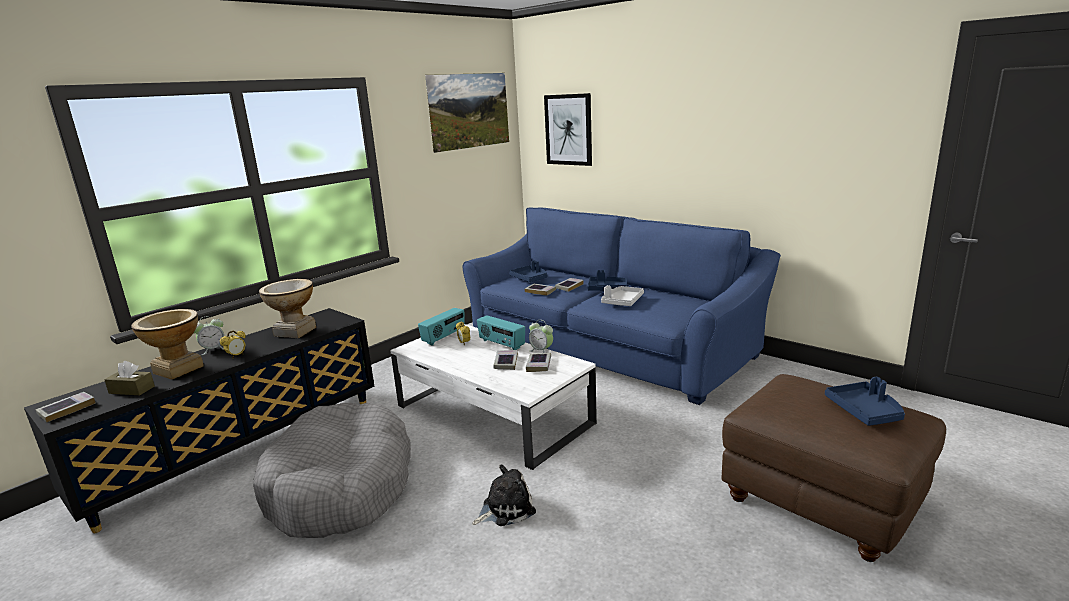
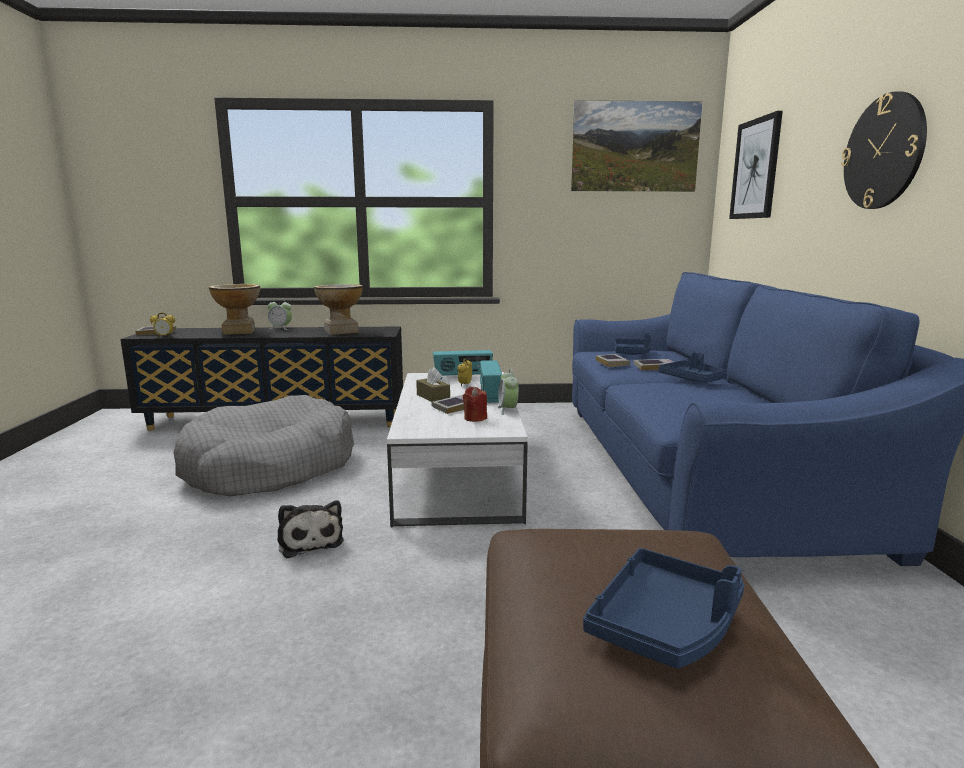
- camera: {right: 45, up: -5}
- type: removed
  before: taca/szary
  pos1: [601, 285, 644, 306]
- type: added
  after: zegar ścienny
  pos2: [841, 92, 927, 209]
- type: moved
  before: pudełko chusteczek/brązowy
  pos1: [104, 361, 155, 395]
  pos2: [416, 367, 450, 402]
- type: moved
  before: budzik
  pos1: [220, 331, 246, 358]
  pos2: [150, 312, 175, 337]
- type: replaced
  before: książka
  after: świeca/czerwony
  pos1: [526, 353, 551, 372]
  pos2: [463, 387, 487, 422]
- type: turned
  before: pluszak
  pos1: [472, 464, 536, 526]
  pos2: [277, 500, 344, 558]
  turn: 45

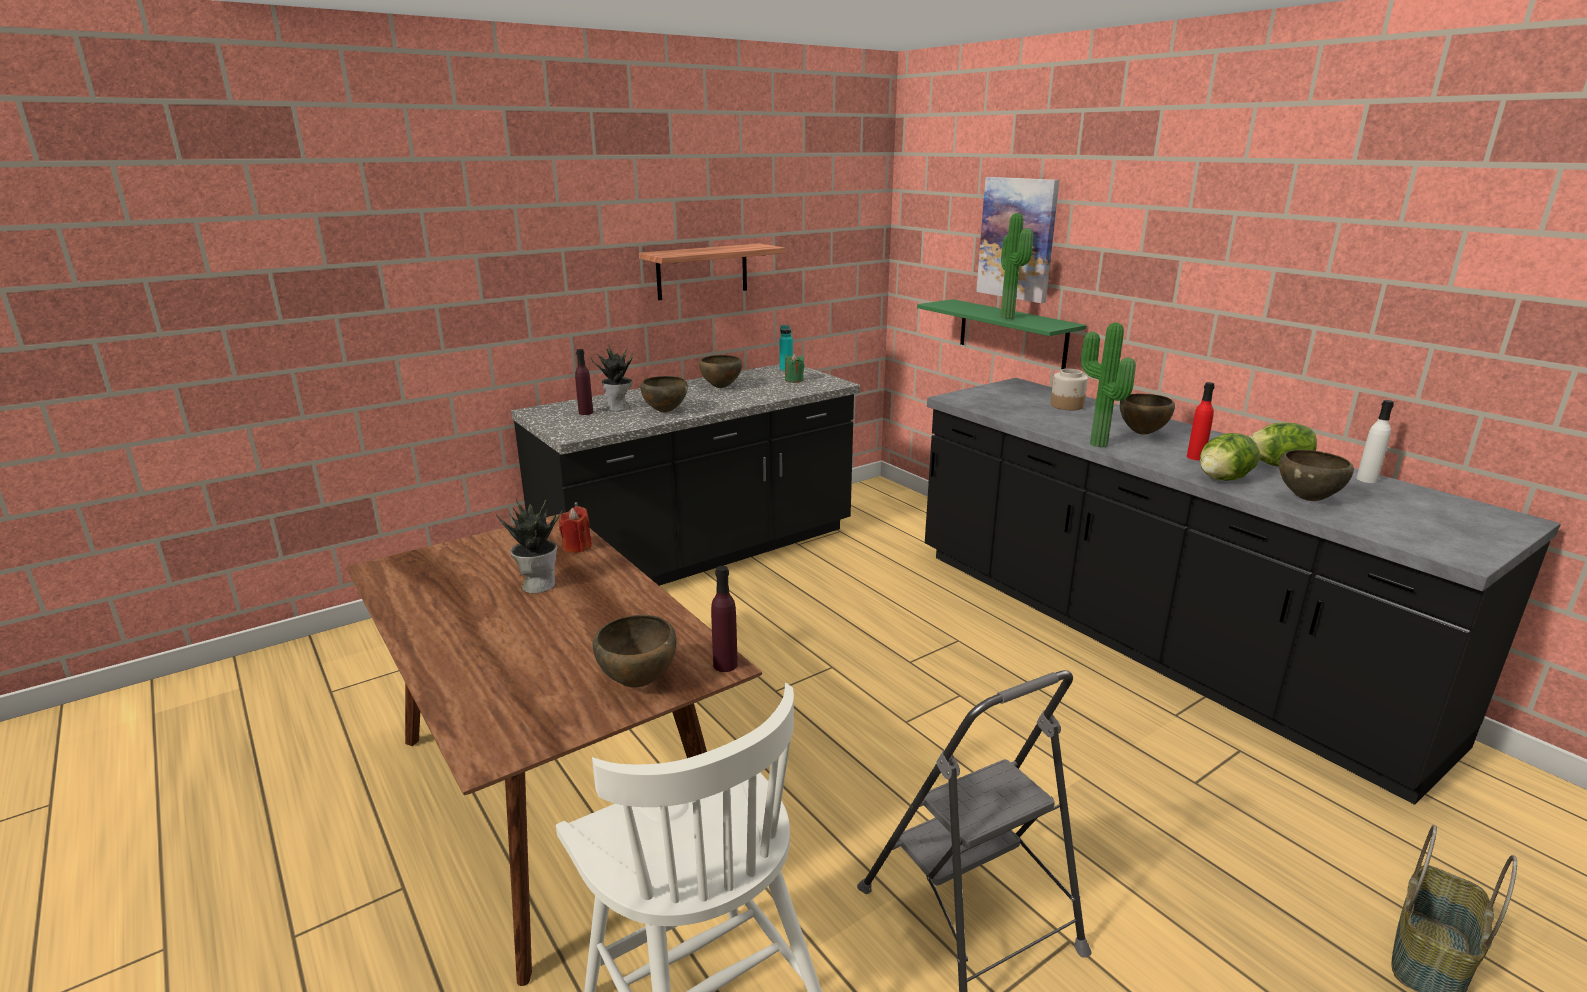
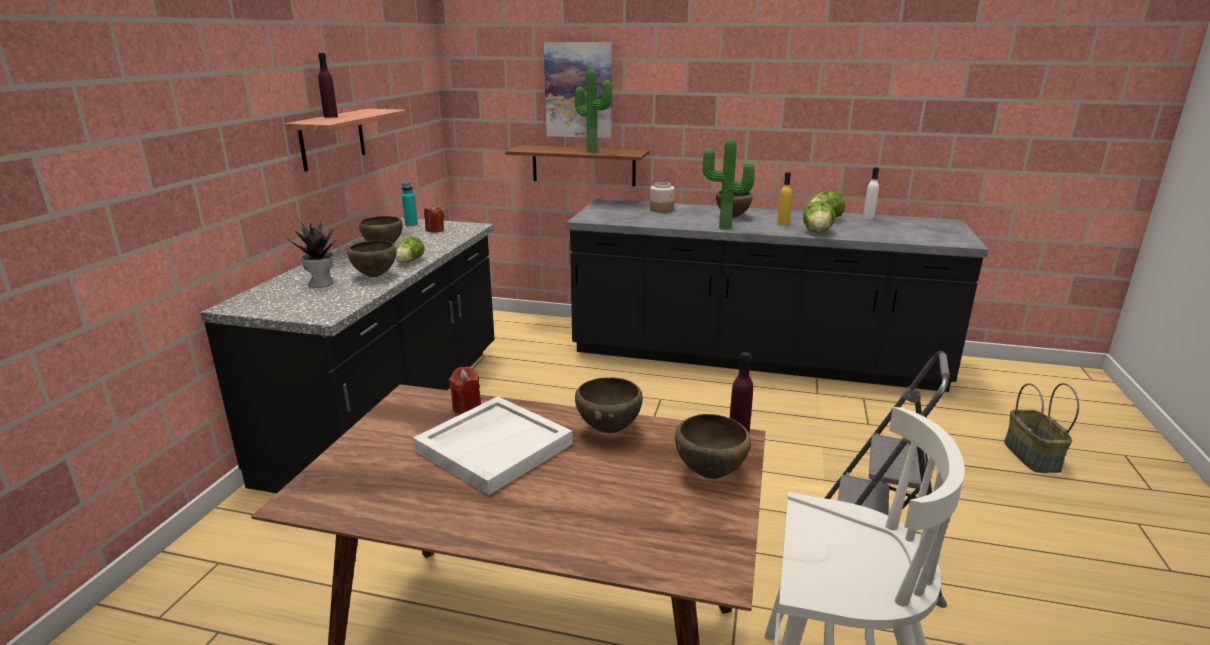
- camera: {right: -40, up: 0}
- type: added
  after: sałata
  pos2: [395, 236, 425, 263]
- type: moved
  before: butelka/fioletowy
  pos1: [575, 349, 593, 415]
  pos2: [318, 53, 338, 118]
- type: moved
  before: miska/brązowy
  pos1: [1279, 450, 1354, 501]
  pos2: [575, 377, 643, 433]
- type: replaced
  before: roślina doniczkowa
  after: taca/biały
  pos1: [496, 499, 562, 593]
  pos2: [413, 396, 573, 495]
- type: recoloured
  before: świeca/zielony
  after: świeca/czerwony
  pos1: [785, 353, 804, 383]
  pos2: [424, 206, 444, 233]
- type: recoloured
  before: półka/zielony
  after: półka/brązowy
  pos1: [917, 299, 1086, 369]
  pos2: [505, 145, 649, 186]
- type: recoloured
  before: butelka/czerwony
  after: butelka/żółty
  pos1: [1187, 382, 1215, 460]
  pos2: [777, 172, 792, 226]

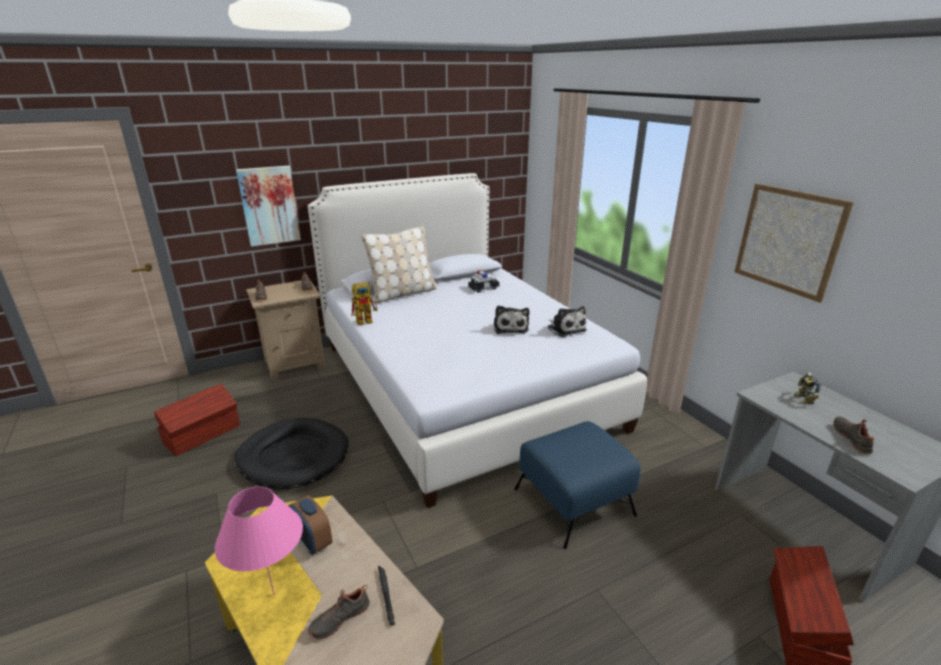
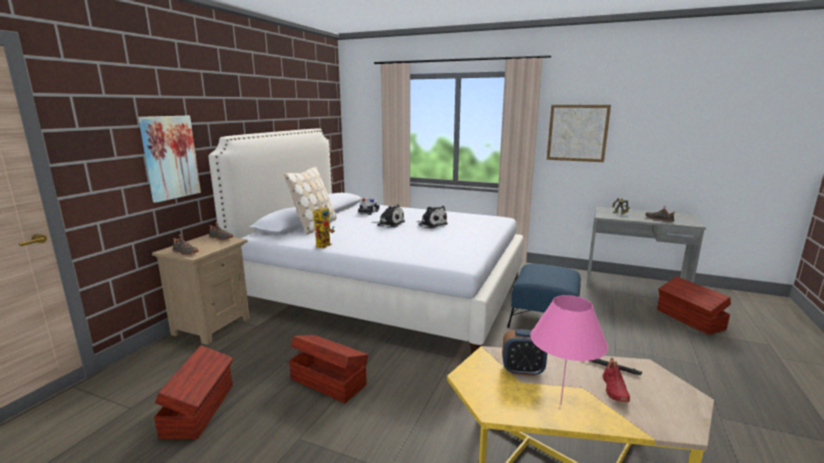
- camera: {right: -40, up: -10}
- type: moved
  before: pluszak
  pos1: [548, 306, 587, 337]
  pos2: [371, 204, 405, 228]
- type: replaced
  before: legowisko/czarny
  after: pojemnik do przechowywania/brązowy
  pos1: [235, 418, 349, 489]
  pos2: [289, 335, 368, 403]
- type: recoloured
  before: but/czarny
  after: but/czerwony
  pos1: [308, 585, 370, 639]
  pos2: [603, 358, 630, 402]

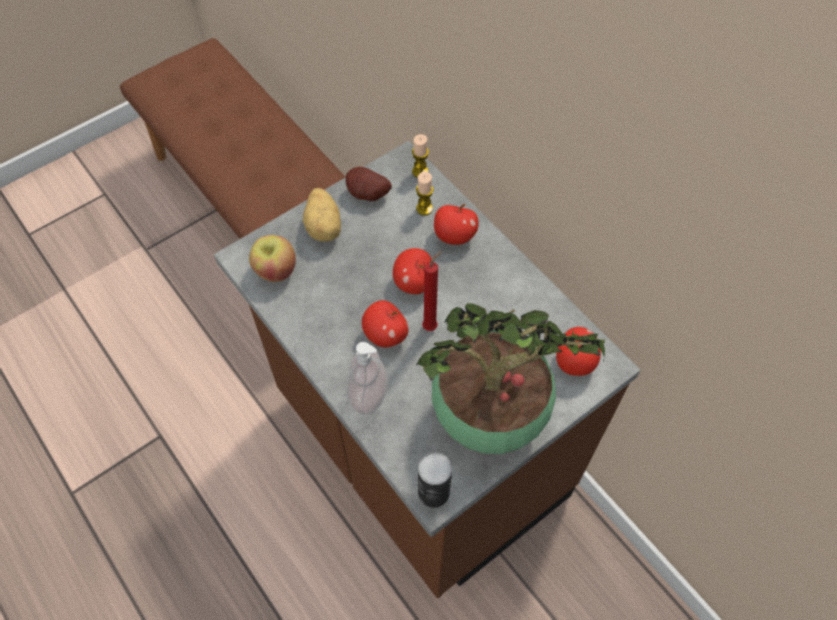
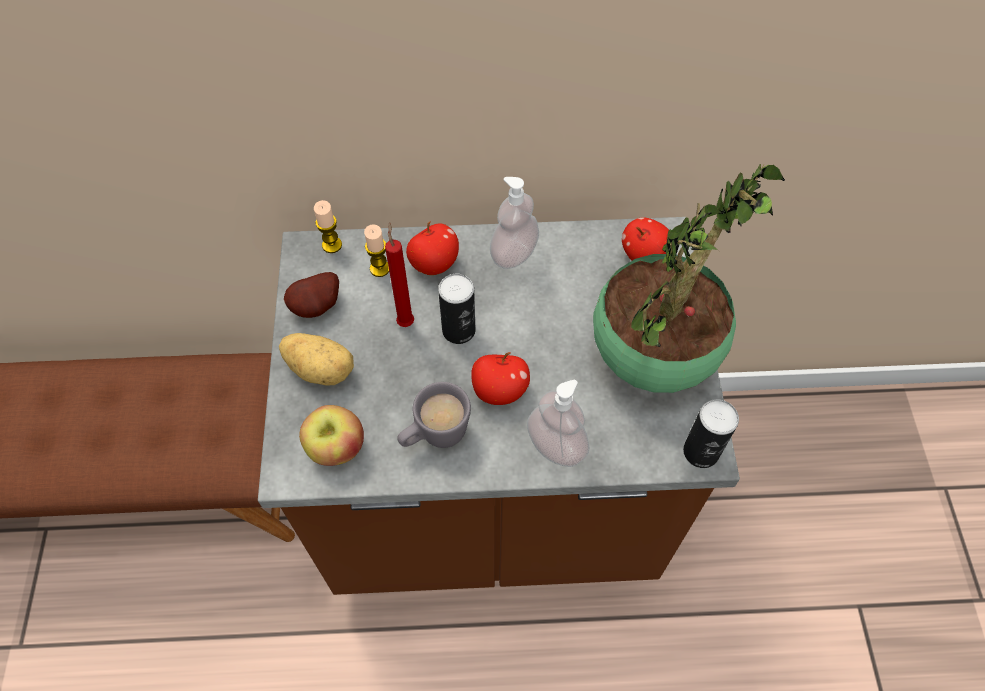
- camera: {right: -55, up: 0}
- type: added
  after: kubek/szary
  pos2: [397, 382, 471, 448]
- type: added
  after: dozownik mydła
  pos2: [490, 177, 539, 269]
- type: moved
  before: świeca/czerwony
  pos1: [422, 251, 442, 331]
  pos2: [385, 222, 414, 327]
- type: replaced
  before: jabłko
  after: puszka
  pos1: [393, 248, 432, 294]
  pos2: [438, 274, 475, 344]

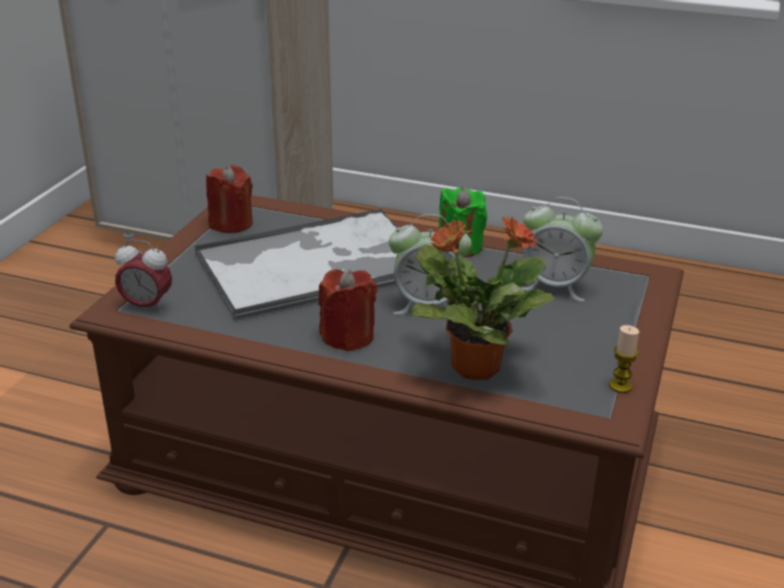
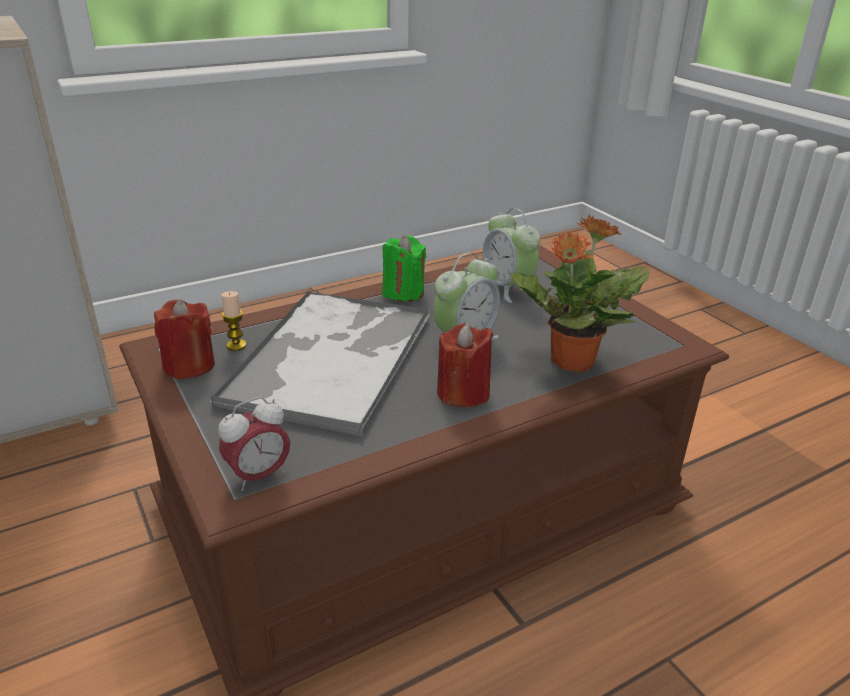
- camera: {right: -50, up: 0}
- type: moved
  before: świeca
  pos1: [609, 325, 639, 393]
  pos2: [221, 291, 247, 351]
- type: turned
  before: budzik
  pos1: [520, 197, 603, 302]
  pos2: [483, 208, 540, 303]
  turn: 90

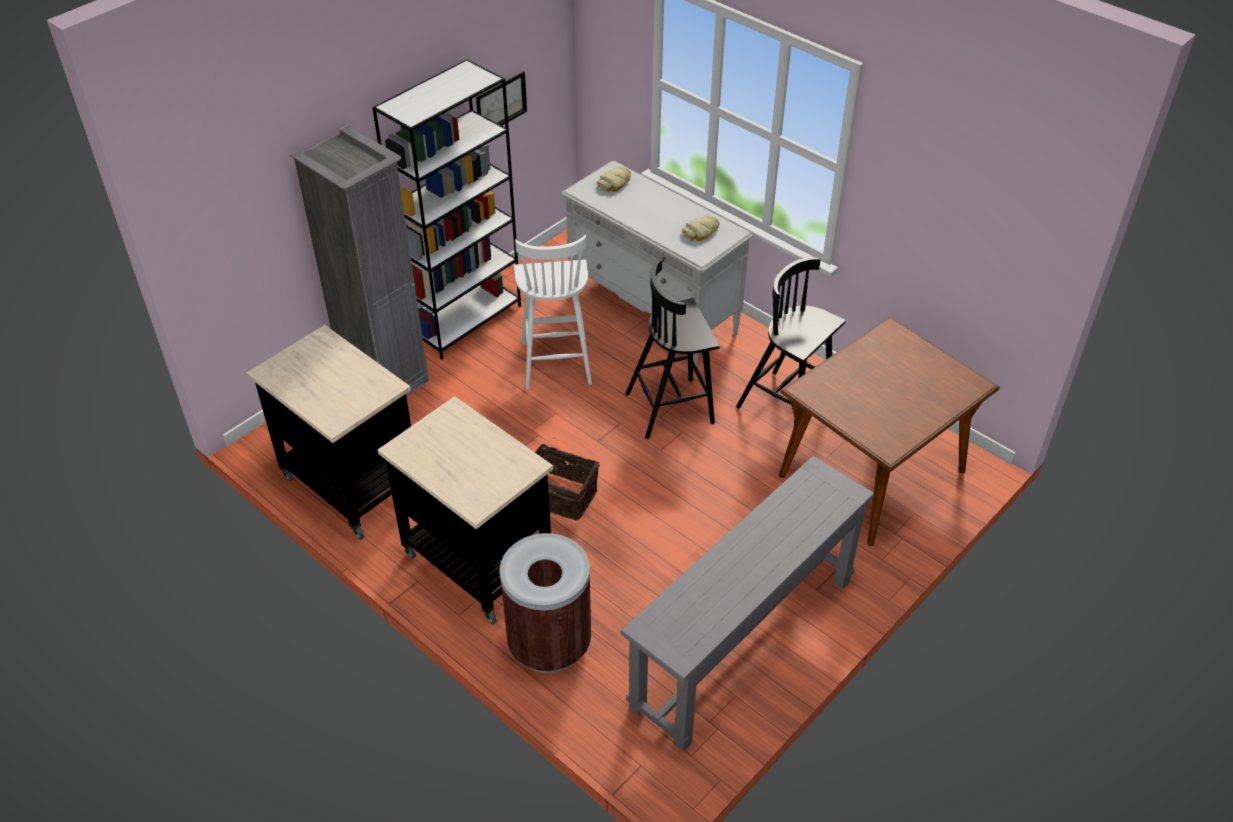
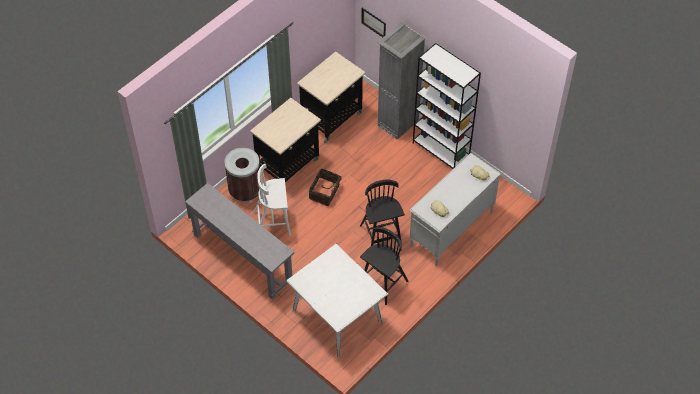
- camera: {right: 90, up: 10}
- type: moved
  before: obraz
  pos1: [476, 71, 527, 126]
  pos2: [361, 8, 386, 37]
- type: moved
  before: stołek/biały
  pos1: [514, 235, 592, 390]
  pos2: [254, 164, 291, 236]
- type: recoloured
  before: stół jadalny/brązowy
  after: stół jadalny/biały
  pos1: [779, 317, 999, 546]
  pos2: [286, 244, 388, 357]

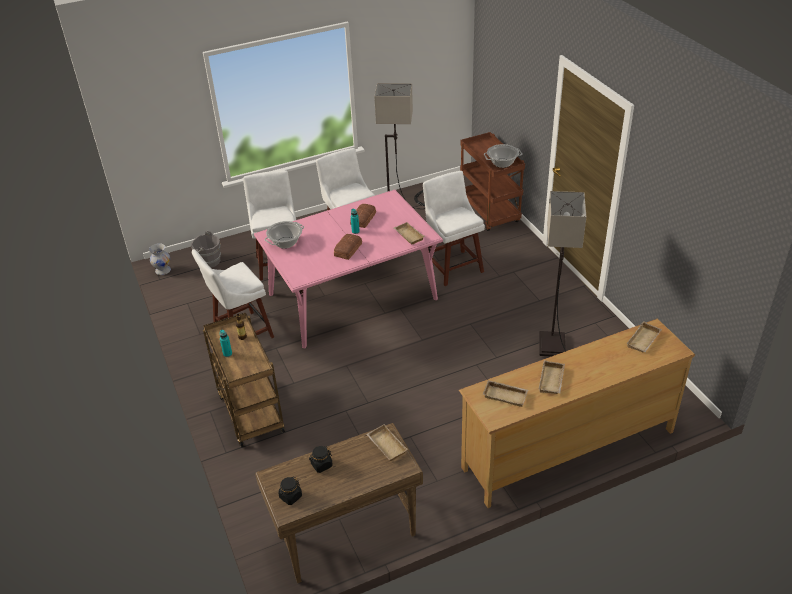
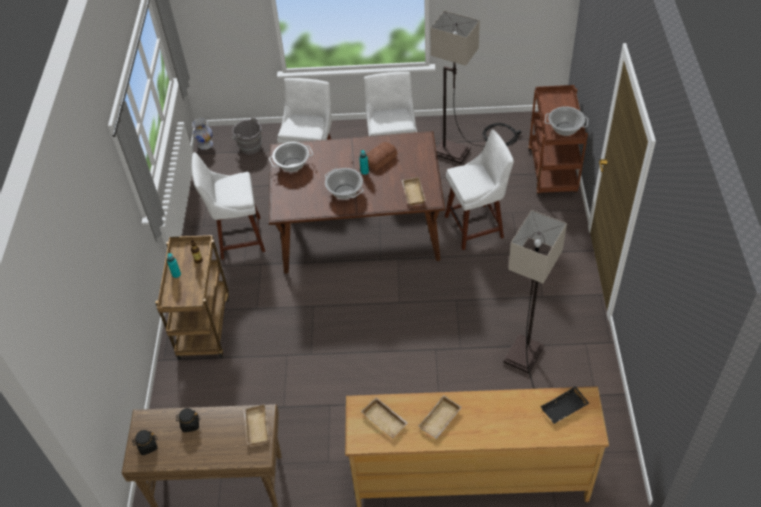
- camera: {right: 25, up: 10}
- type: replaced
  before: chleb
  after: garnek
  pos1: [334, 234, 362, 260]
  pos2: [325, 168, 364, 199]
- type: recoloured
  before: stół jadalny/różowy
  after: stół jadalny/brązowy
  pos1: [254, 190, 443, 348]
  pos2: [269, 131, 445, 274]
- type: recoloured
  before: taca/beżowy
  after: taca/czarny
  pos1: [626, 321, 662, 352]
  pos2: [540, 386, 589, 424]
- type: turned
  before: krzesło/biały
  pos1: [423, 171, 485, 286]
  pos2: [445, 130, 514, 250]
  turn: 75

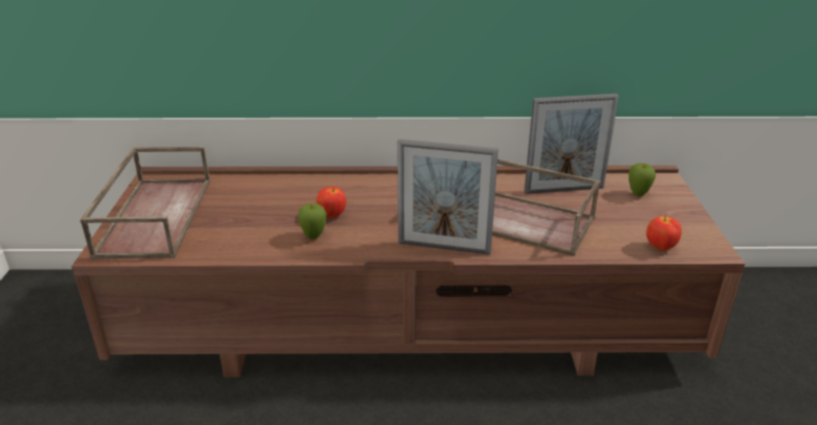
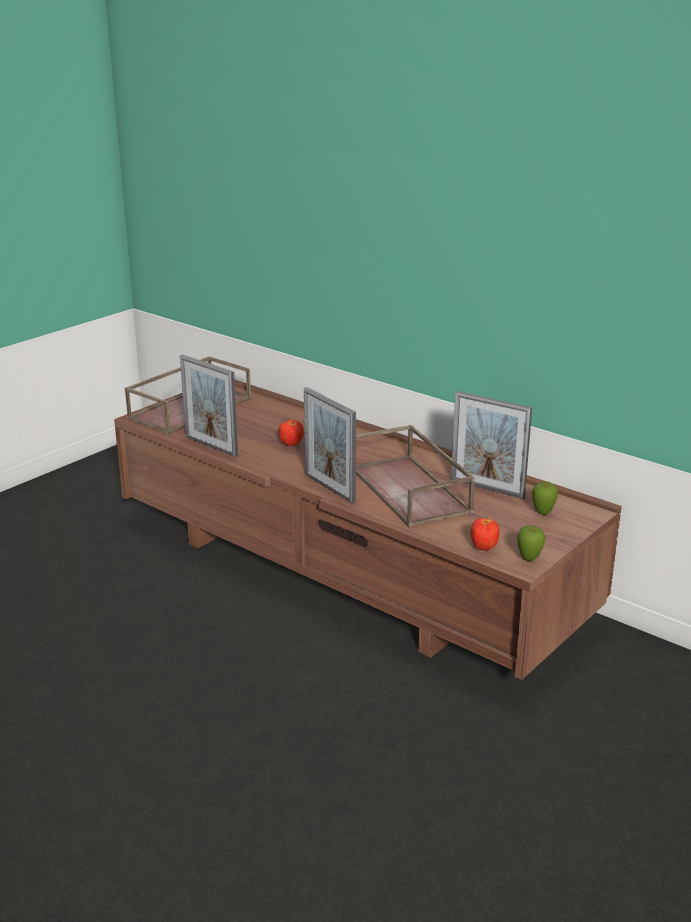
- camera: {right: 40, up: -5}
- type: added
  after: ramka na zdjęcie
  pos2: [180, 354, 238, 457]
- type: moved
  before: jabłko
  pos1: [298, 203, 326, 239]
  pos2: [517, 526, 546, 561]

